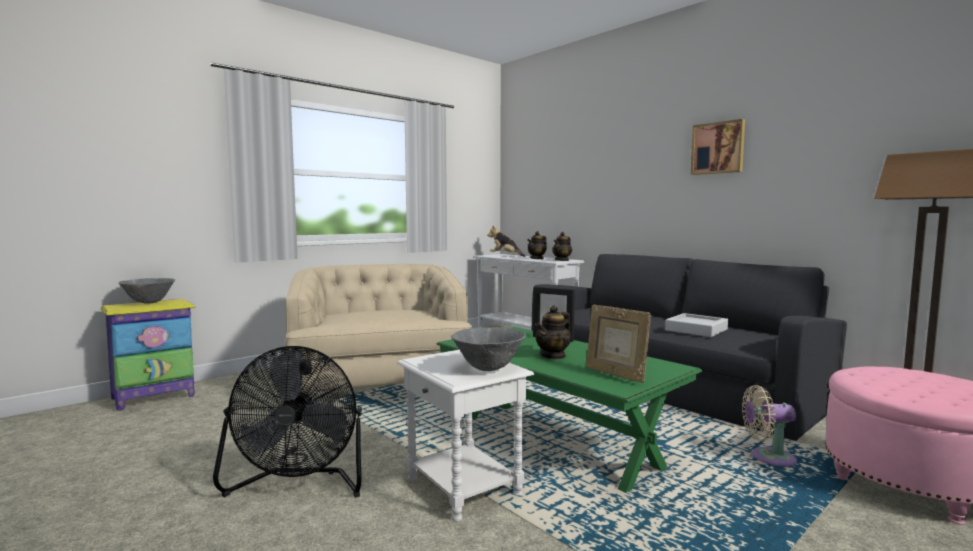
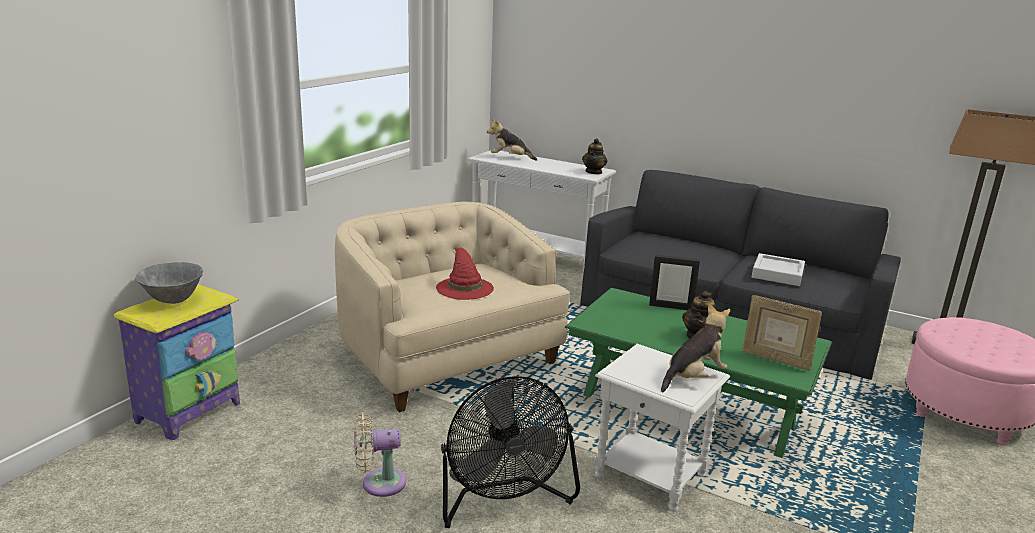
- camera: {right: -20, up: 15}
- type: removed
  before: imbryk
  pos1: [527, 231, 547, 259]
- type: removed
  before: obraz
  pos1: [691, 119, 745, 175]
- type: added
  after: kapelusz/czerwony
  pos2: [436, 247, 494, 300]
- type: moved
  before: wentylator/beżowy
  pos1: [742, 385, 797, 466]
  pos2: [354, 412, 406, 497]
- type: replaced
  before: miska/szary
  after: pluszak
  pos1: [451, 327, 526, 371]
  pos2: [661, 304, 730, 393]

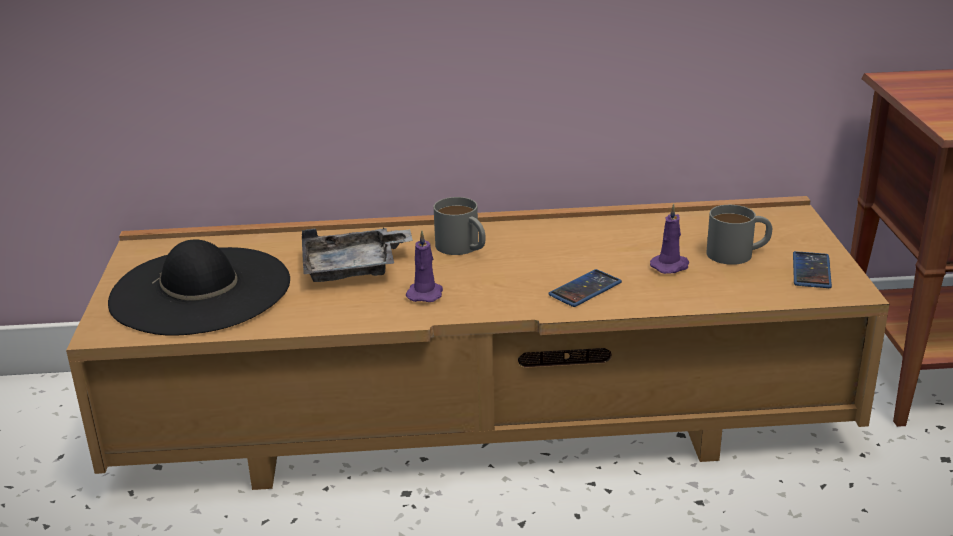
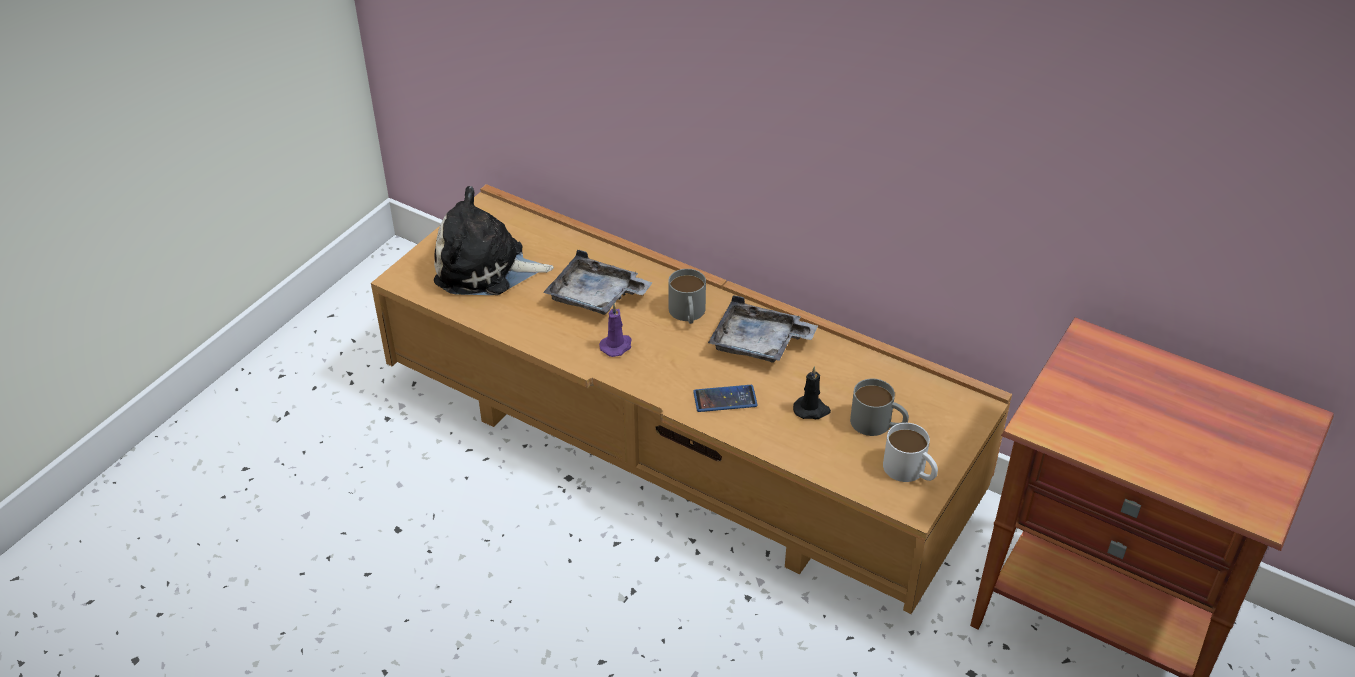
- camera: {right: 35, up: 15}
- type: added
  after: taca/szary
  pos2: [708, 295, 818, 363]
- type: replaced
  before: kapelusz/czarny
  after: pluszak
  pos1: [108, 239, 290, 336]
  pos2: [434, 186, 554, 295]
- type: replaced
  before: telefon
  after: kubek/biały
  pos1: [793, 251, 832, 288]
  pos2: [883, 423, 938, 482]
- type: recoloured
  before: świeca/fioletowy
  after: świeca/czarny
  pos1: [650, 204, 689, 274]
  pos2: [793, 366, 831, 419]

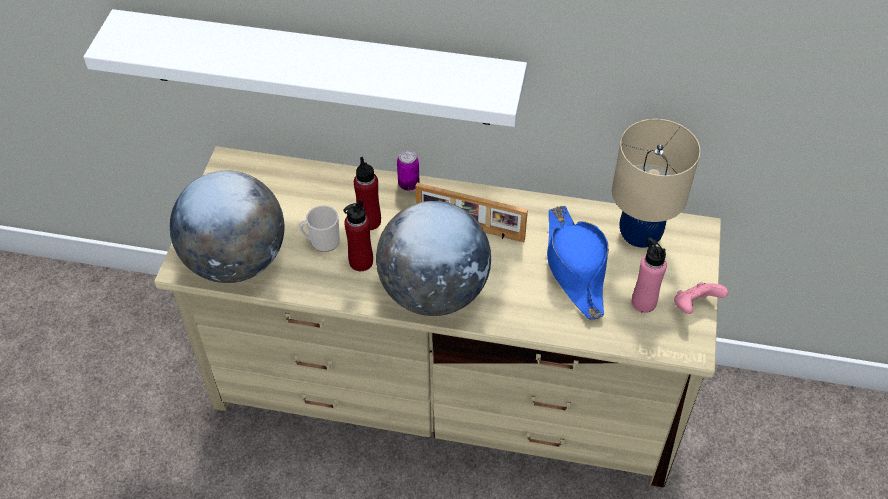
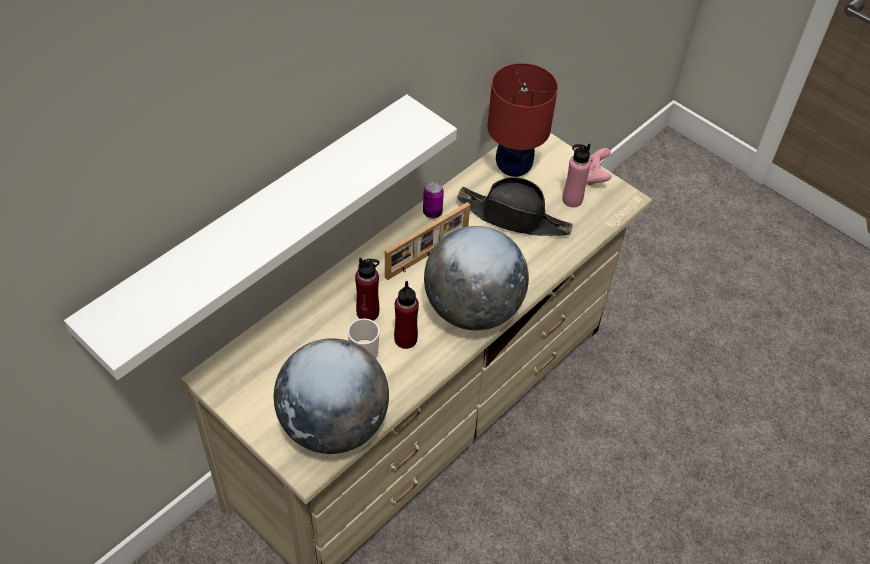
- camera: {right: -60, up: 0}
- type: moved
  before: puszka
  pos1: [397, 150, 419, 191]
  pos2: [423, 181, 444, 218]
- type: recoloured
  before: kapelusz/niebieski
  after: kapelusz/czarny
  pos1: [547, 206, 609, 320]
  pos2: [457, 177, 573, 236]
- type: recoloured
  before: lampa stołowa/beżowy
  after: lampa stołowa/czerwony
  pos1: [612, 119, 700, 248]
  pos2: [487, 63, 558, 177]

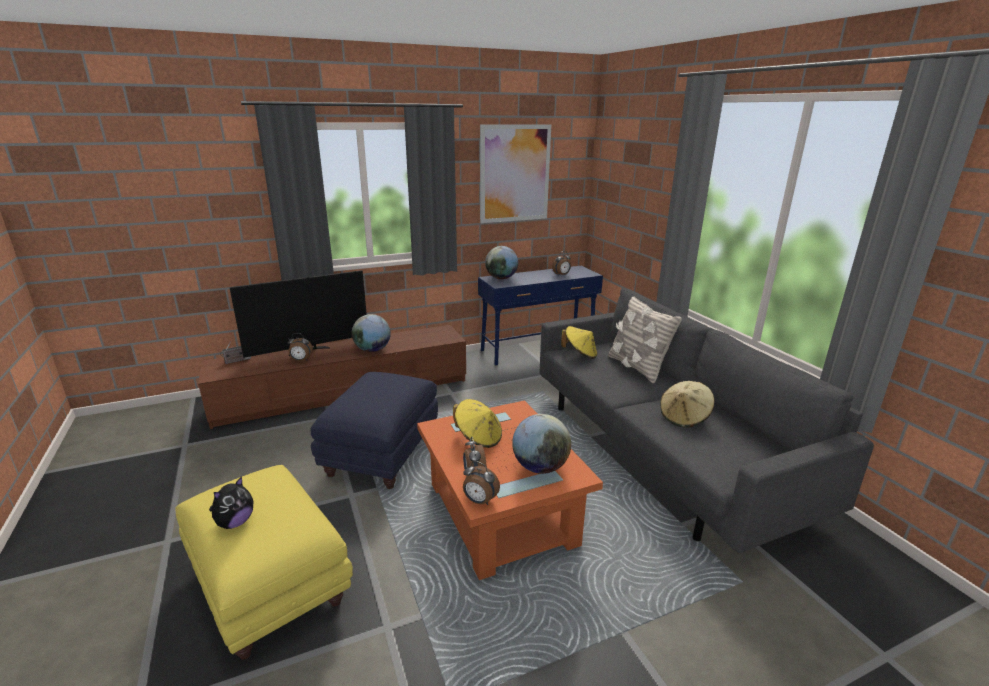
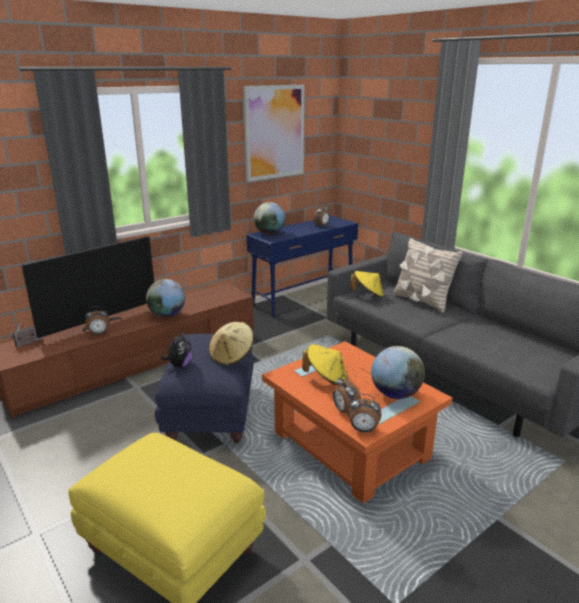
- camera: {right: -15, up: 0}
- type: moved
  before: pluszak
  pos1: [209, 476, 253, 529]
  pos2: [161, 331, 192, 367]
- type: moved
  before: kapelusz/beżowy
  pos1: [660, 381, 715, 428]
  pos2: [209, 322, 254, 366]

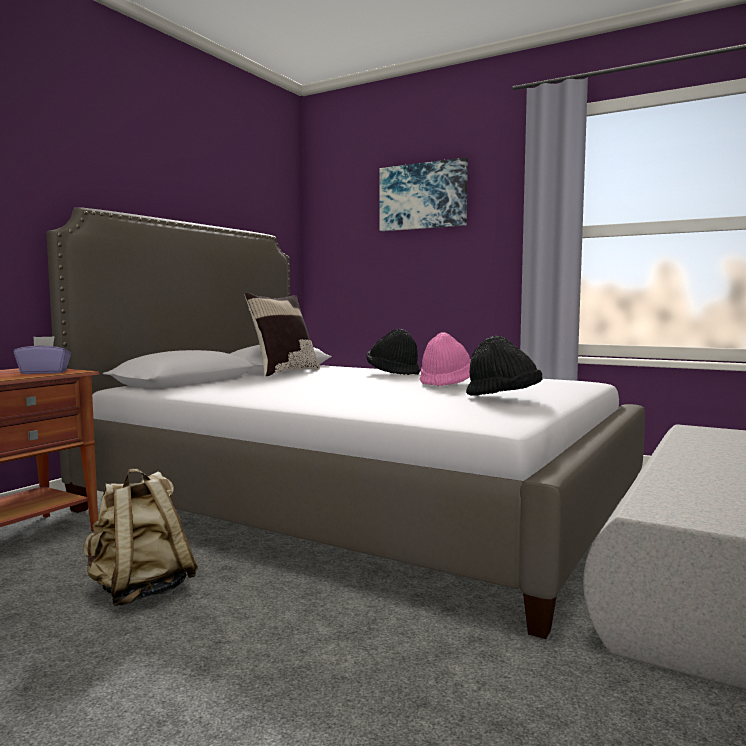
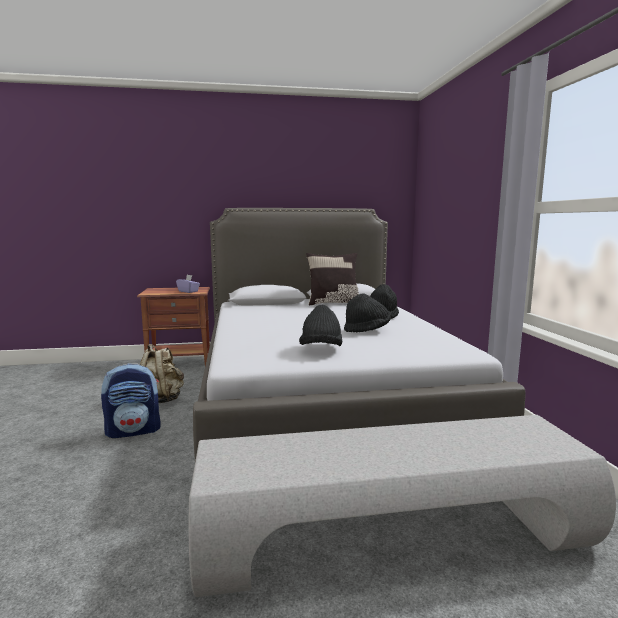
- camera: {right: 50, up: 5}
- type: removed
  before: obraz
  pos1: [379, 157, 468, 231]
- type: added
  after: plecak
  pos2: [101, 363, 161, 438]
- type: recoloured
  before: kapelusz/różowy
  after: kapelusz/czarny
  pos1: [420, 332, 471, 387]
  pos2: [344, 294, 391, 332]

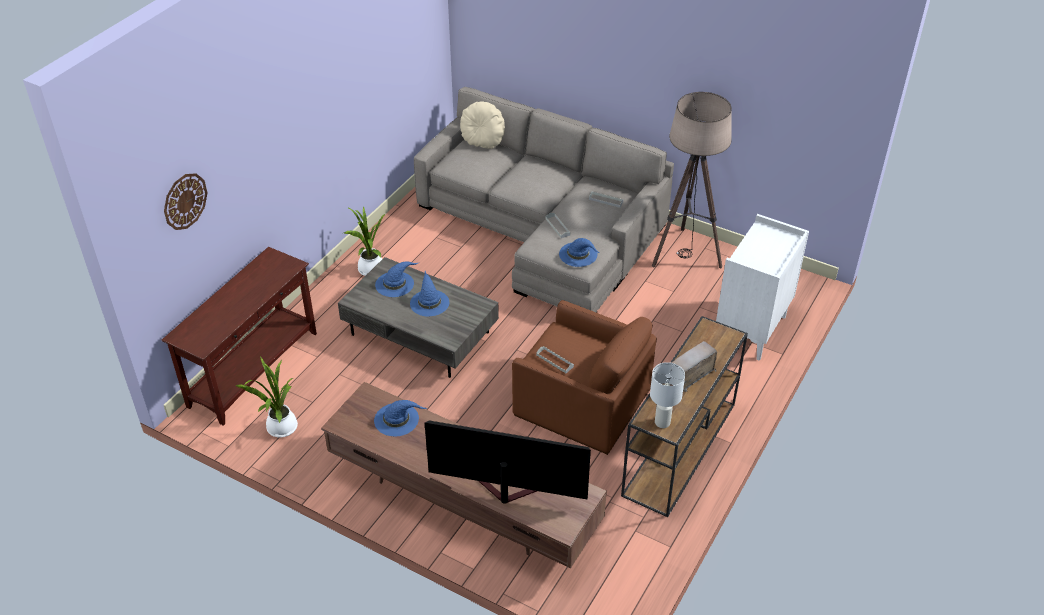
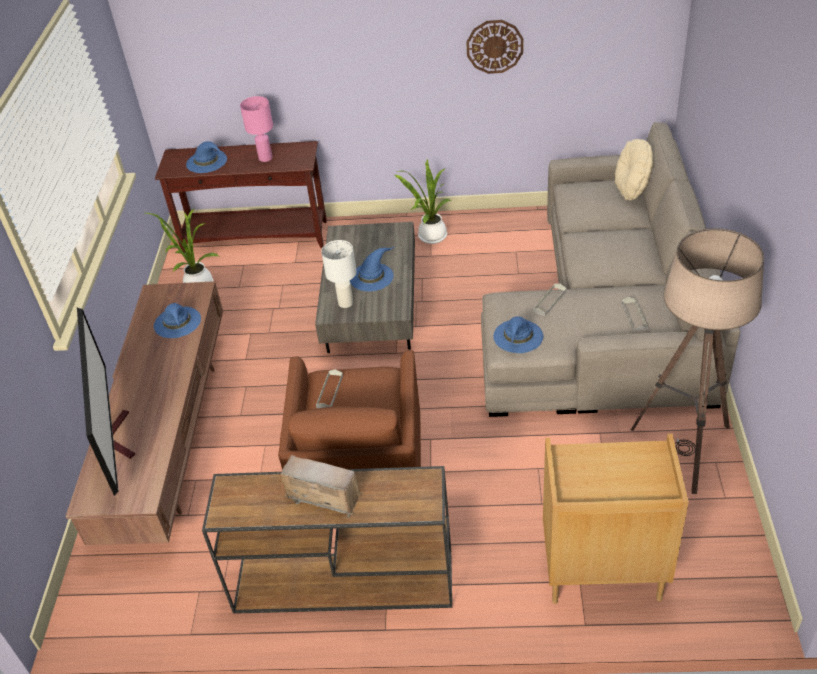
- camera: {right: 65, up: 0}
- type: added
  after: lampa stołowa/różowy
  pos2: [240, 96, 273, 162]
- type: moved
  before: zegar ścienny
  pos1: [164, 173, 207, 230]
  pos2: [466, 20, 523, 74]
- type: moved
  before: kapelusz/niebieski
  pos1: [375, 262, 418, 297]
  pos2: [186, 141, 227, 173]
- type: moved
  before: lampa stołowa/biały
  pos1: [650, 362, 685, 428]
  pos2: [321, 240, 356, 308]
- type: recoloured
  before: szafka/biały
  after: szafka/brązowy
  pos1: [716, 214, 809, 360]
  pos2: [543, 434, 689, 604]

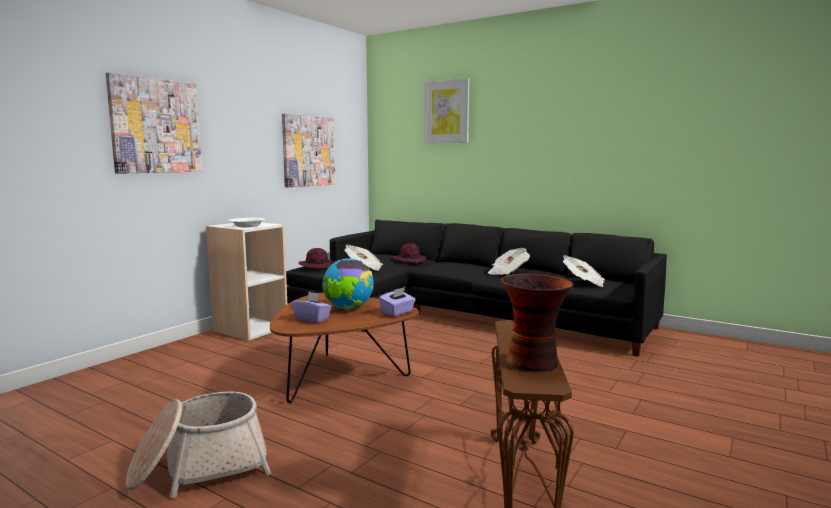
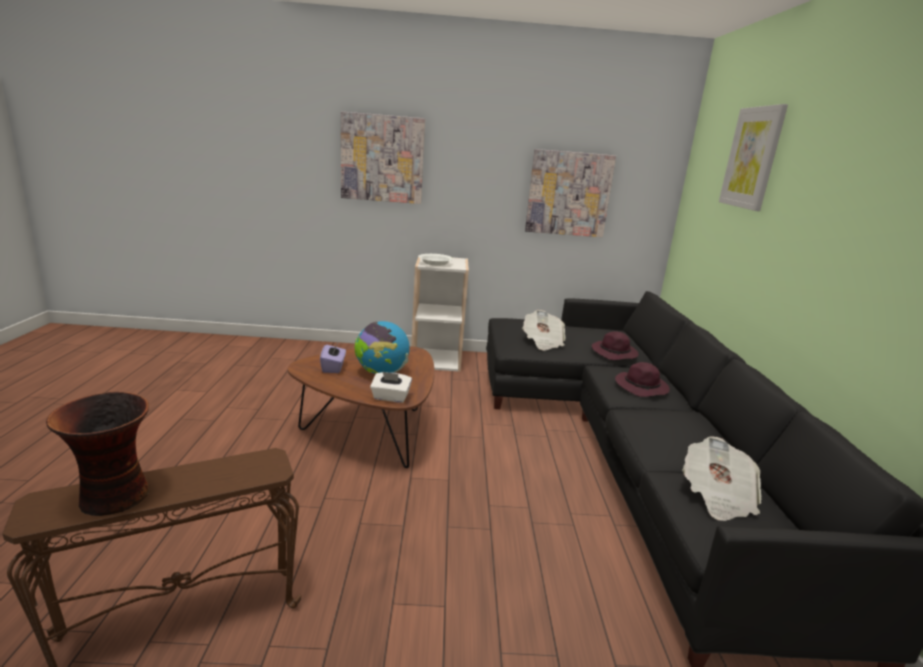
- camera: {right: 55, up: 10}
- type: removed
  before: koszyk
  pos1: [126, 392, 271, 498]
- type: removed
  before: gazeta
  pos1: [488, 248, 530, 275]
- type: moved
  before: kapelusz/fioletowy
  pos1: [299, 248, 334, 269]
  pos2: [615, 362, 670, 397]
- type: recoloured
  before: pudełko chusteczek/fioletowy
  after: pudełko chusteczek/biały
  pos1: [379, 287, 416, 317]
  pos2: [370, 372, 412, 403]

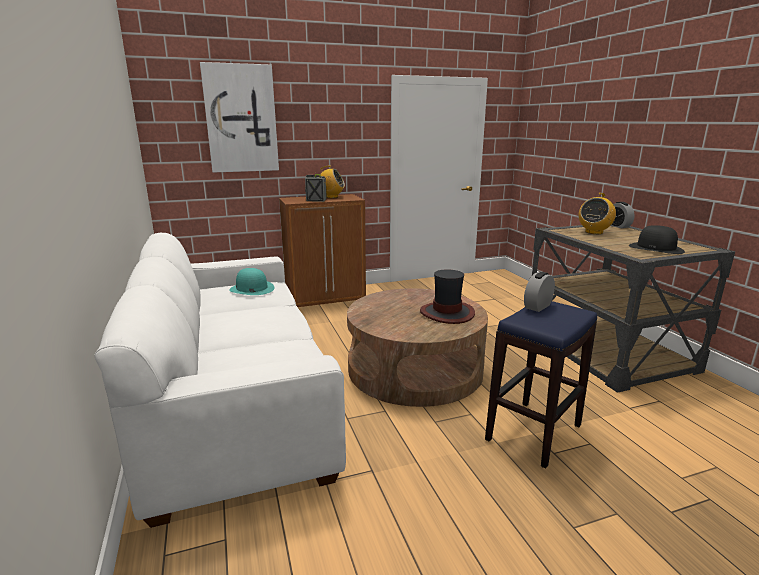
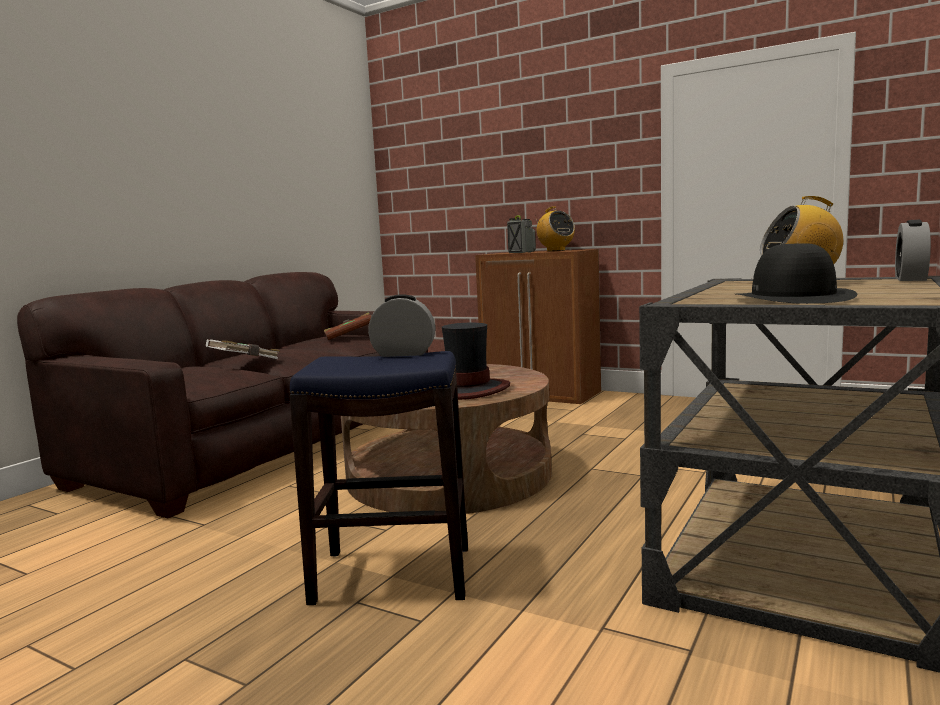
- camera: {right: 50, up: -10}
- type: removed
  before: obraz
  pos1: [200, 62, 279, 173]
- type: added
  after: książka/biały
  pos2: [206, 339, 280, 359]
- type: replaced
  before: kapelusz/turkusowy
  after: książka/brązowy
  pos1: [229, 268, 275, 295]
  pos2: [324, 312, 371, 340]
- type: recoloured
  before: kanapa/biały
  after: kanapa/brązowy
  pos1: [94, 233, 346, 528]
  pos2: [17, 272, 428, 519]

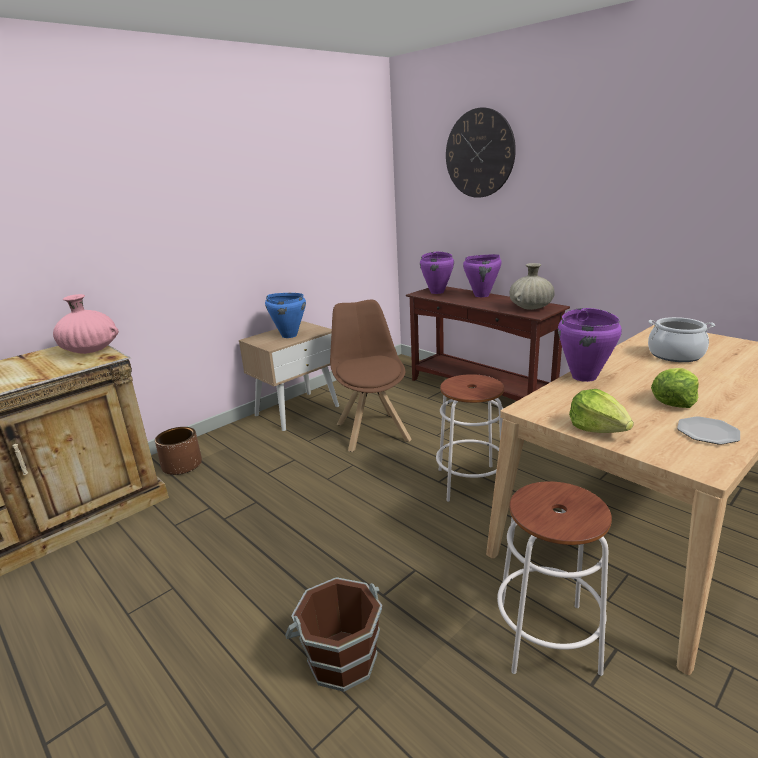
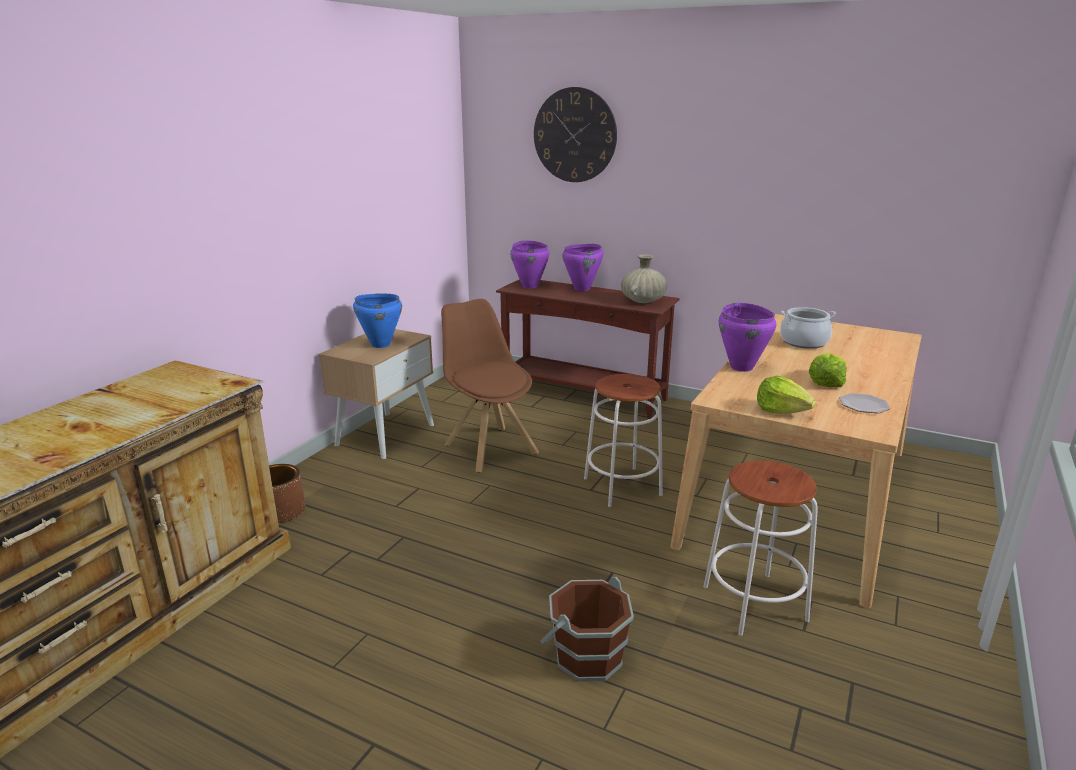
- camera: {right: -20, up: 0}
- type: removed
  before: wazon/różowy
  pos1: [53, 294, 119, 354]

